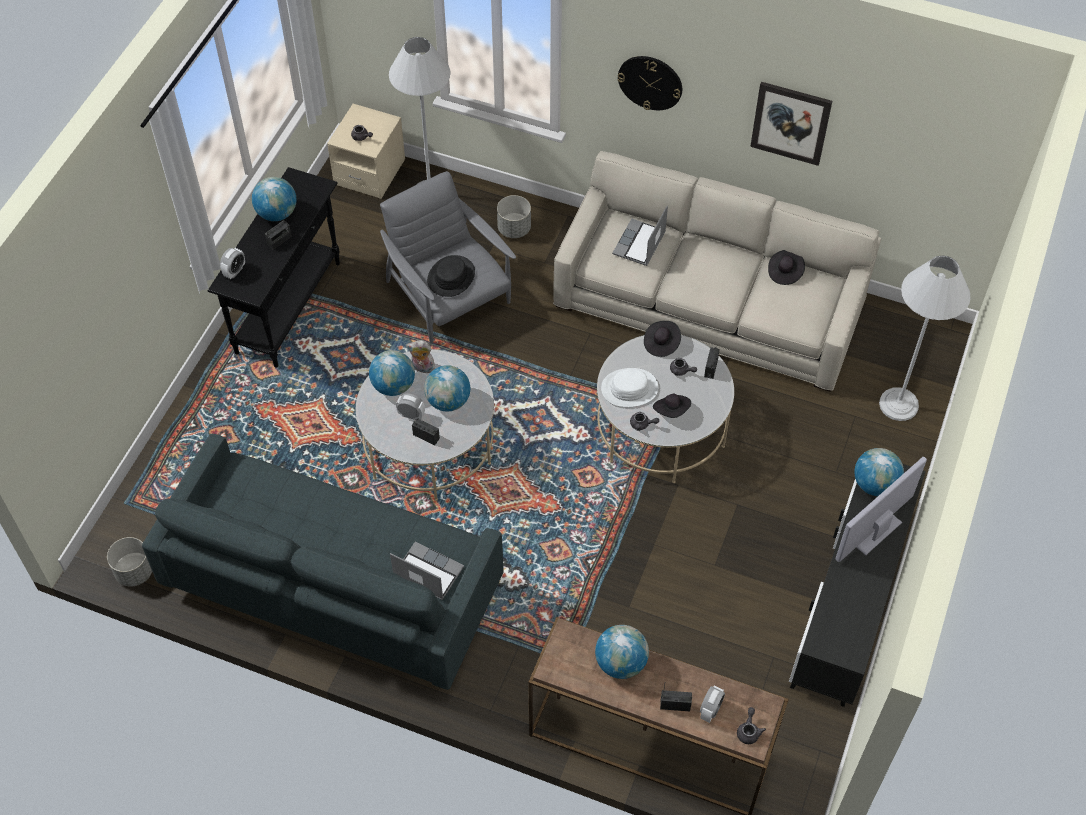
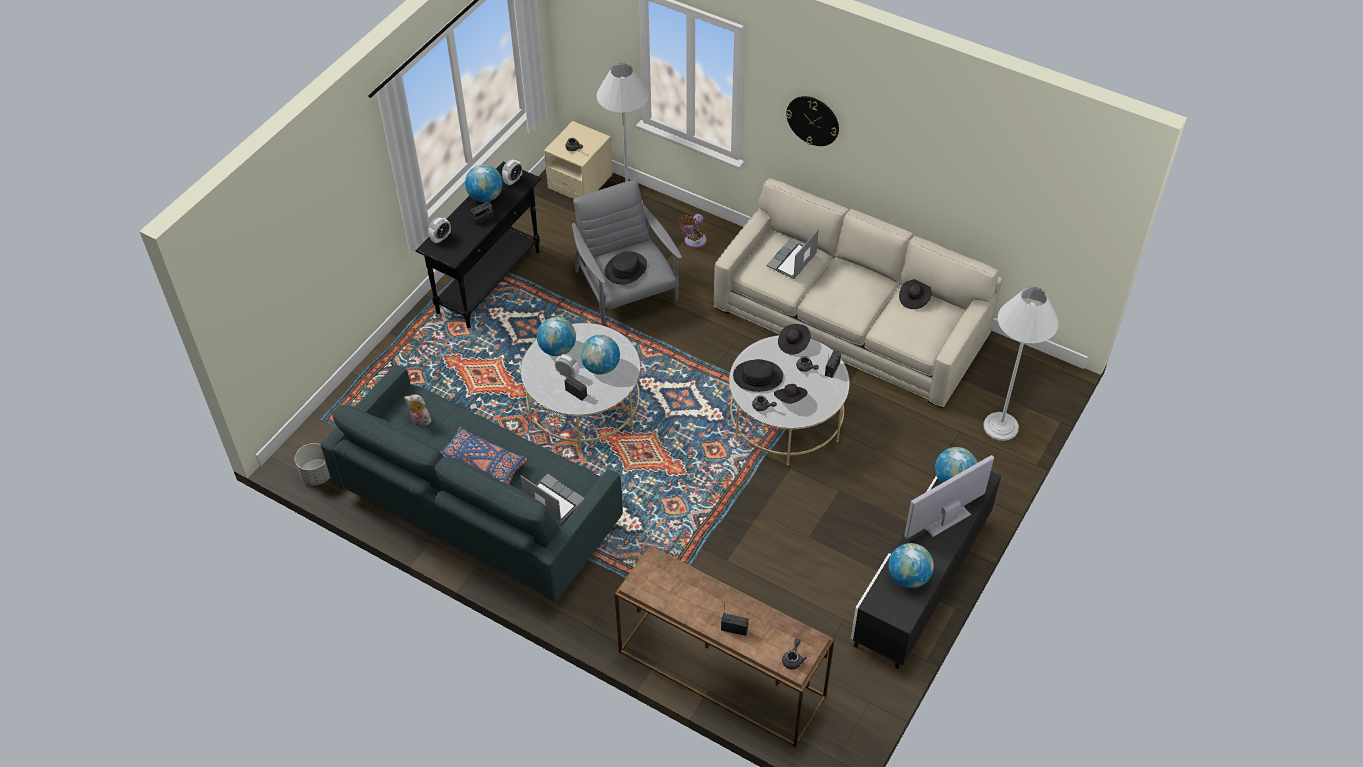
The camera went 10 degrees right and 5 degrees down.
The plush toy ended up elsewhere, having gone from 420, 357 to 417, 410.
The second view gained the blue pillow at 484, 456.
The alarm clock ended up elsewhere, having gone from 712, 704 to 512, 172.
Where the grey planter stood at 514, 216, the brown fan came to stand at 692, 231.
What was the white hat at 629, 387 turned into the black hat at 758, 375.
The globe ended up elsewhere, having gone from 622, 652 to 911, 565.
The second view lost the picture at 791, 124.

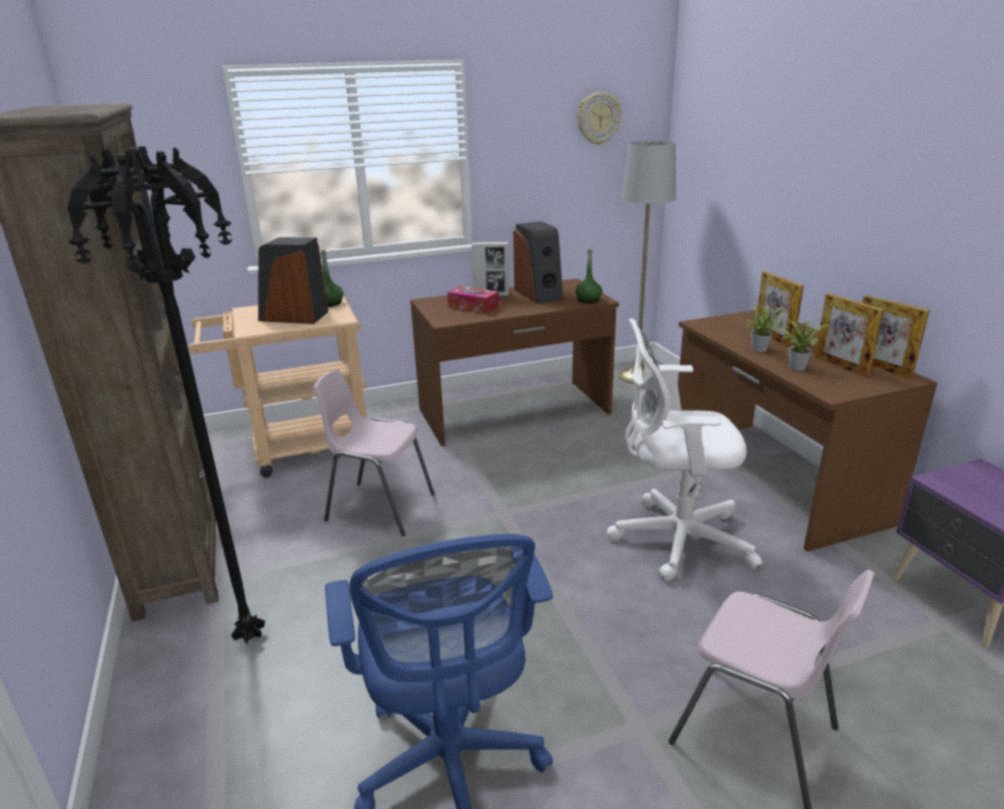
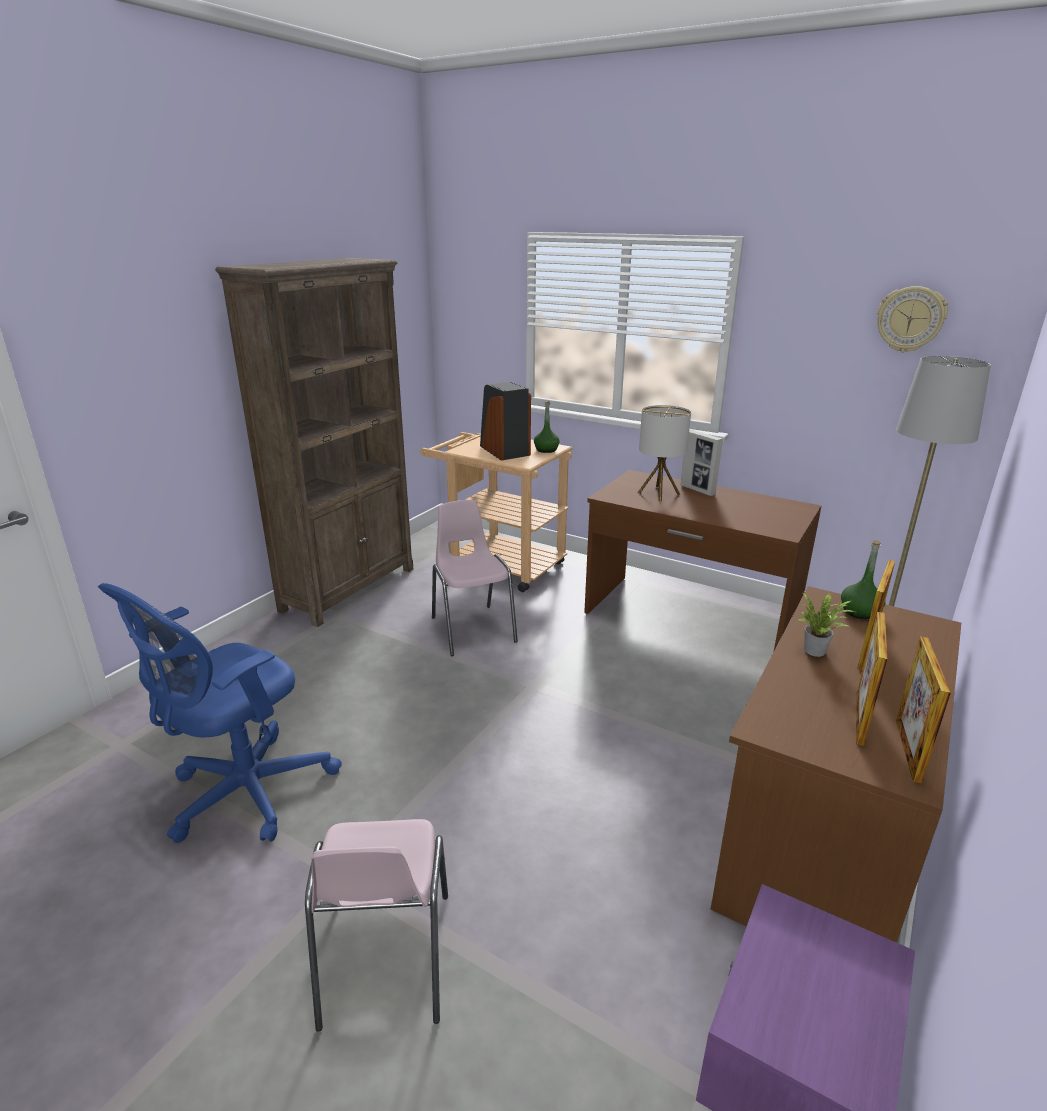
The camera went 50 degrees right and 0 degrees up.
Where the tissue box stood at 473, 299, the table lamp came to stand at 664, 453.
The green bottle ended up elsewhere, having gone from 588, 276 to 863, 579.
The second view lost the black floor lamp at 166, 395.
The second view lost the speaker at 538, 262.
The second view lost the white office chair at 684, 449.
The second view lost the potted plant at 804, 344.

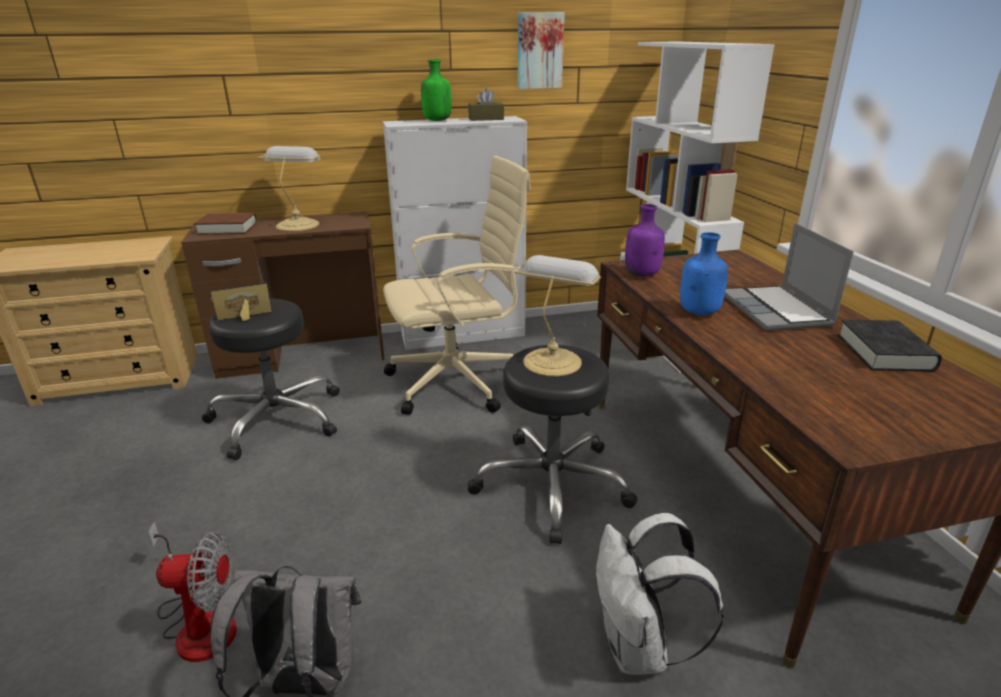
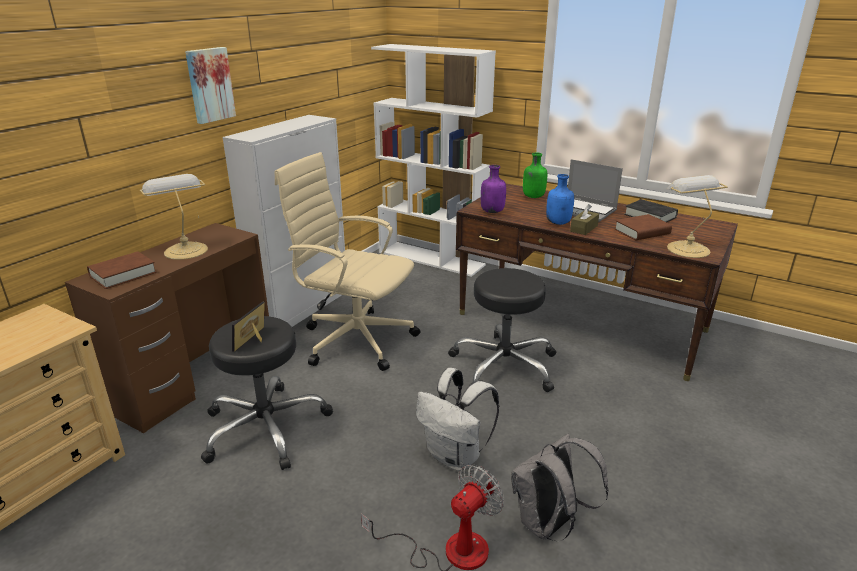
The camera went 45 degrees left and 0 degrees up.
The picture ended up elsewhere, having gone from 541, 50 to 210, 85.
The beige office chair at 457, 285 ended up facing another way, 90 degrees counterclockwise from before.
The white backpack ended up elsewhere, having gone from 660, 594 to 458, 419.
The green bottle ended up elsewhere, having gone from 436, 90 to 535, 175.
The brown tissue box ended up elsewhere, having gone from 486, 104 to 584, 219.
The second view gained the brown book at 643, 227.
The table lamp ended up elsewhere, having gone from 557, 315 to 697, 216.

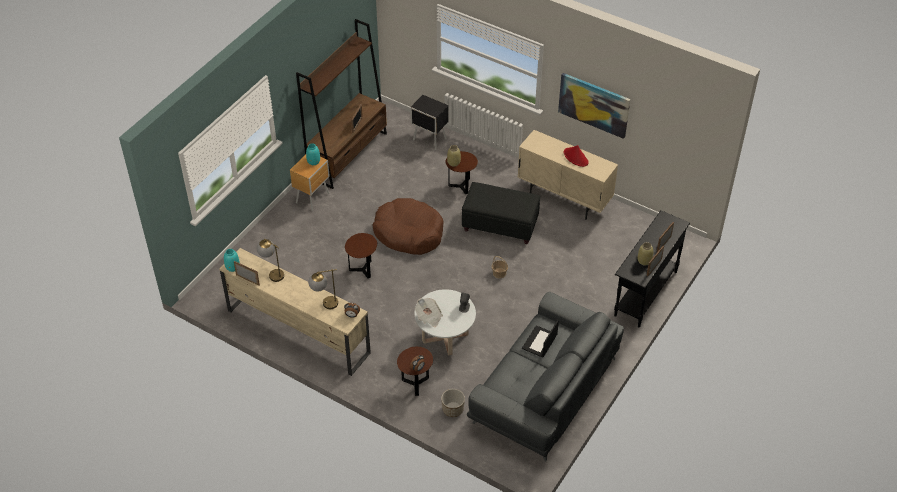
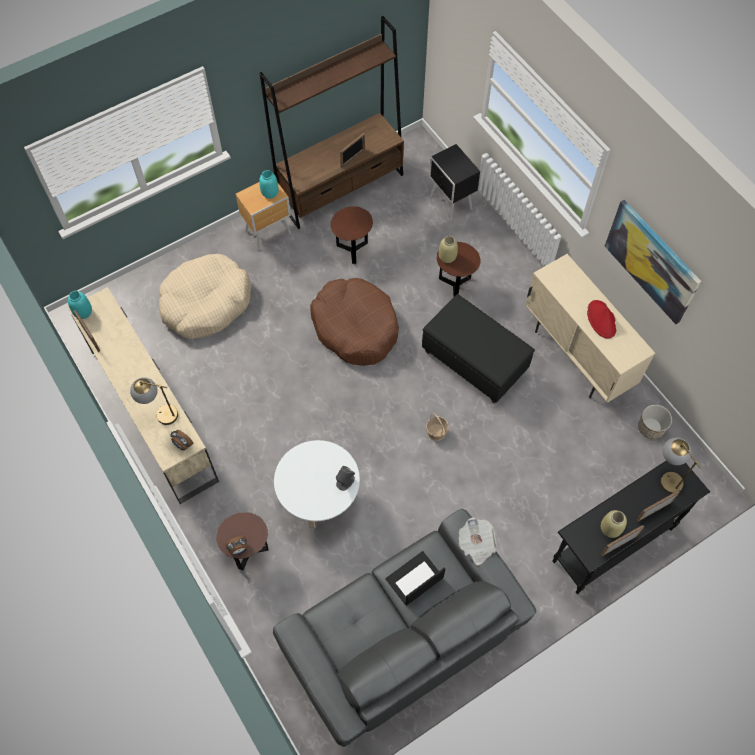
The camera went 25 degrees right and 15 degrees up.
The second view gained the beige dog bed at 205, 296.
The brown side table ended up elsewhere, having gone from 361, 256 to 351, 235.
The newspaper ended up elsewhere, having gone from 429, 312 to 478, 541.
The planter ended up elsewhere, having gone from 453, 403 to 655, 421.
The table lamp ended up elsewhere, having gone from 270, 260 to 680, 466.

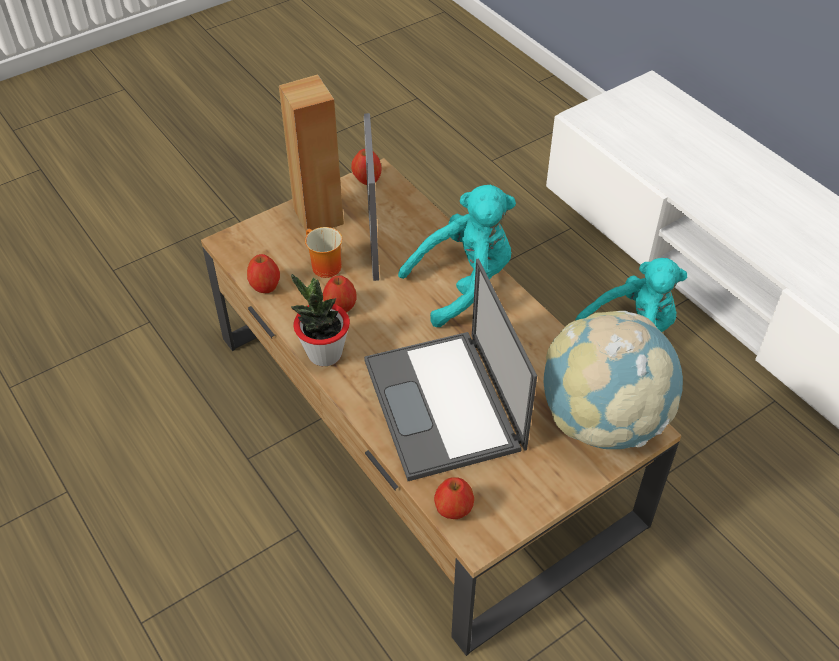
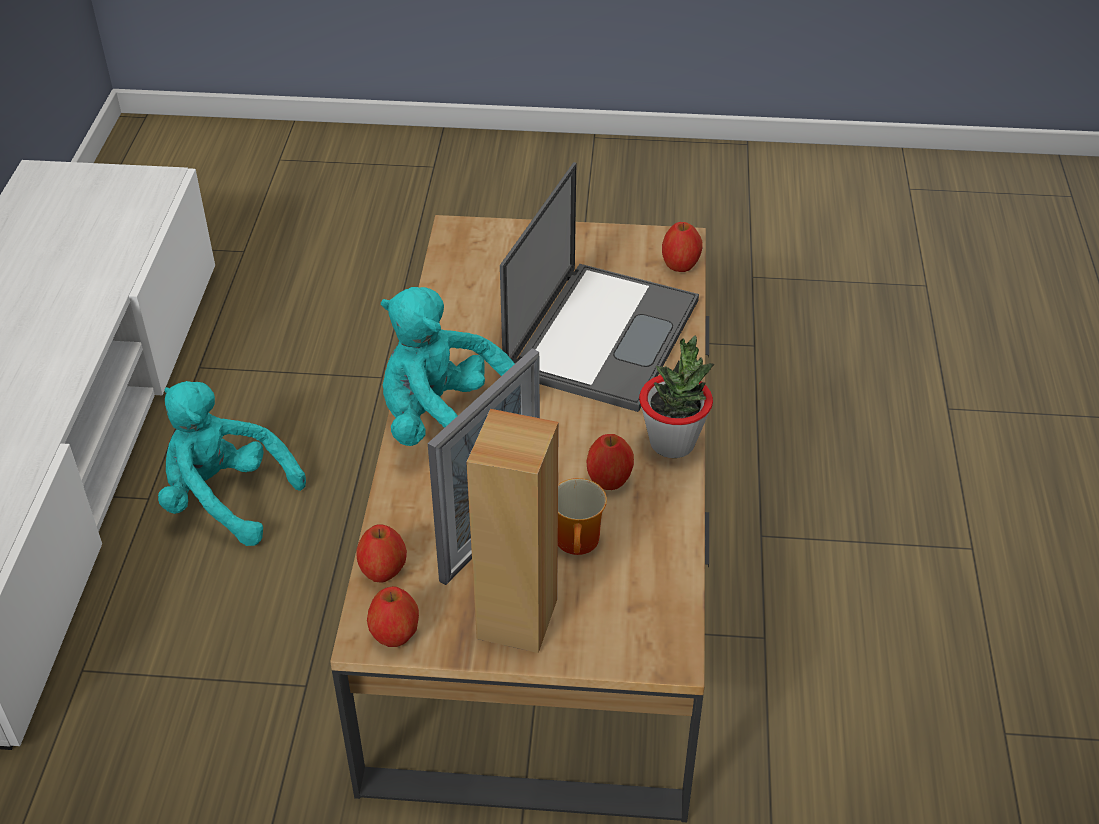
The camera went 140 degrees left and 5 degrees down.
The apple ended up elsewhere, having gone from 263, 273 to 382, 553.
The second view lost the globe at 613, 380.

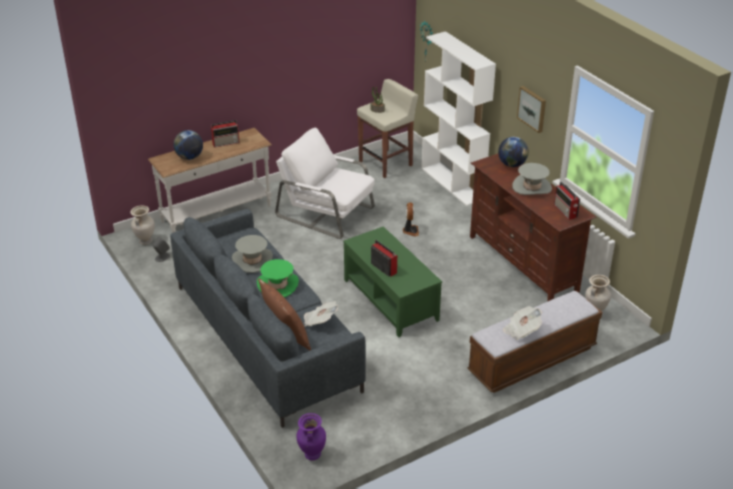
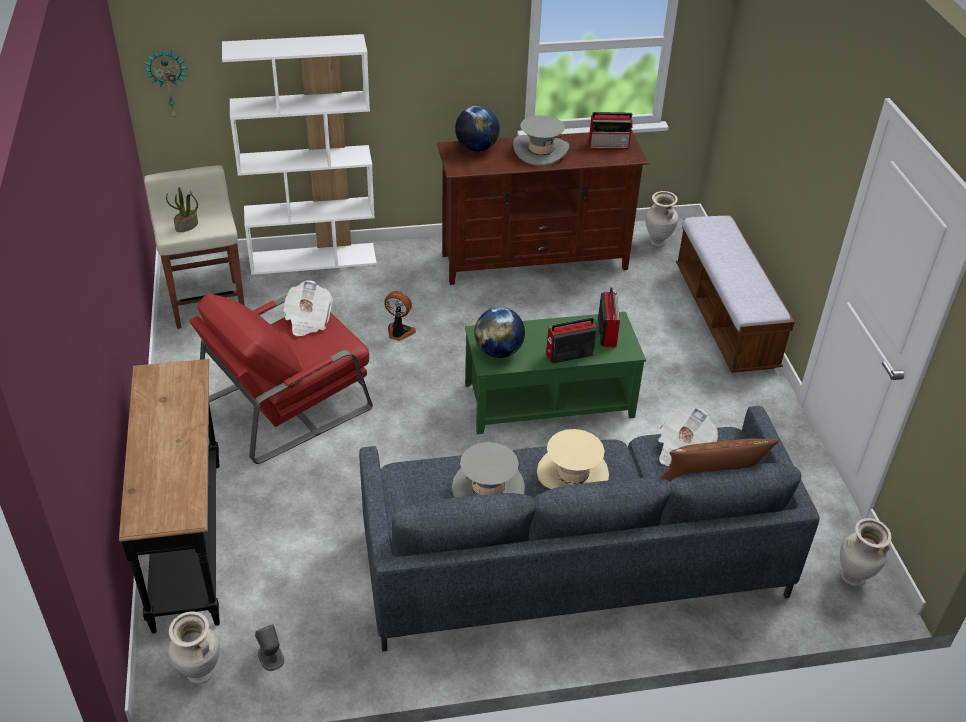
The camera went 70 degrees left and 5 degrees up.
What was the white console table at 210, 180 turned into the black console table at 169, 496.
What was the white armchair at 325, 183 turned into the red armchair at 281, 379.
The newspaper ended up elsewhere, having gone from 522, 323 to 307, 308.
The globe ended up elsewhere, having gone from 188, 145 to 499, 332.
What was the green hat at 278, 278 turned into the beige hat at 573, 459.
The radio ended up elsewhere, having gone from 225, 134 to 609, 317.
What was the purple vase at 311, 437 turned into the beige vase at 866, 552.
The second view lost the picture at 531, 109.

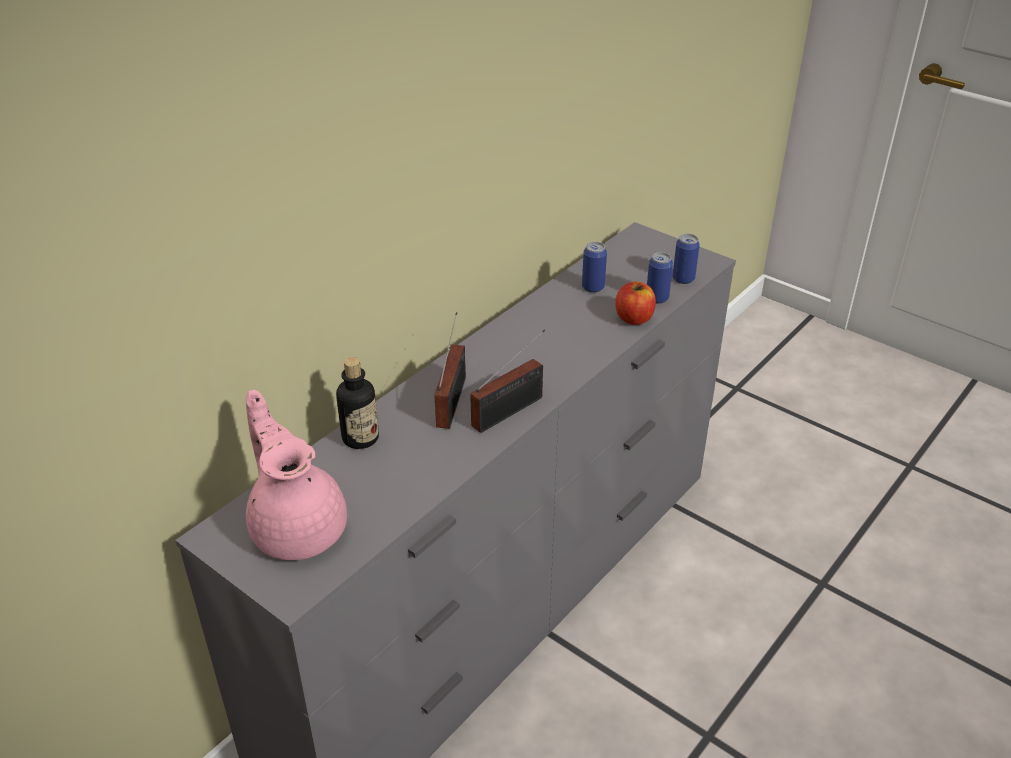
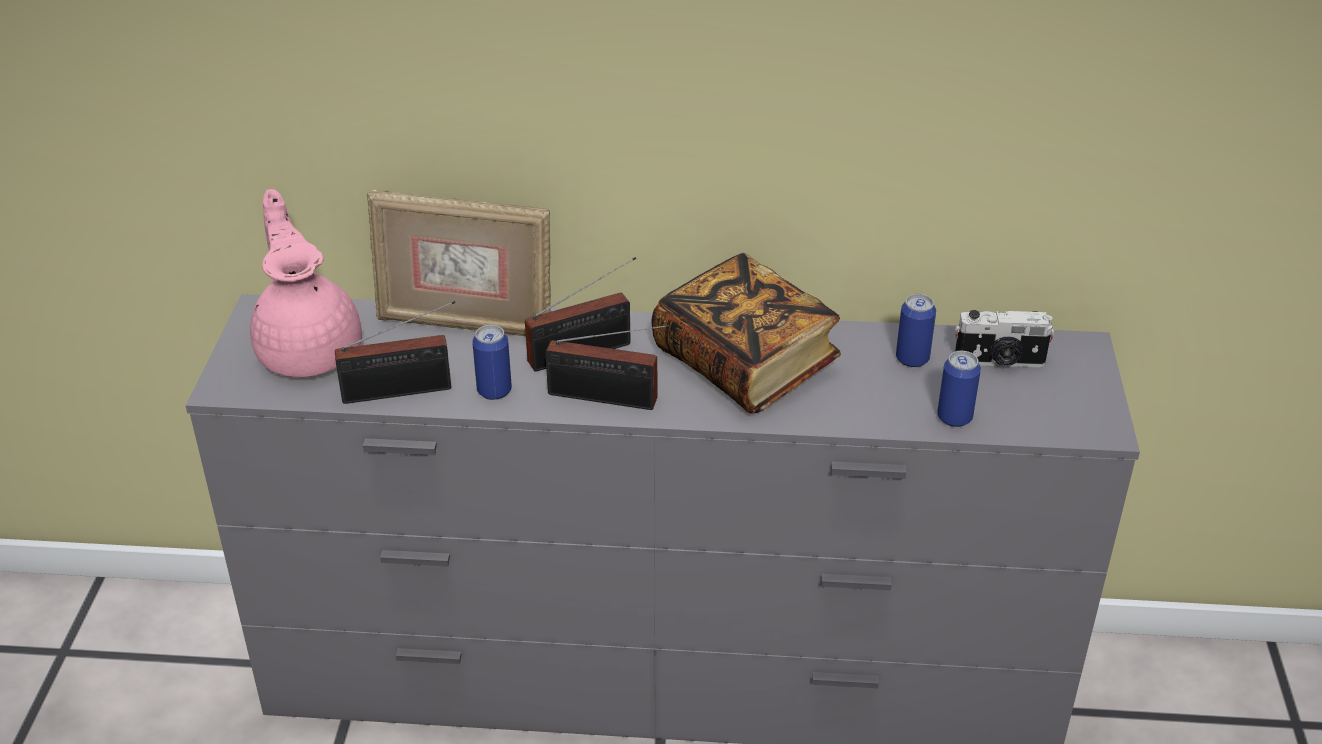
The camera went 55 degrees right and 0 degrees up.
The pink teapot at 296, 475 ended up facing another way, 45 degrees counterclockwise from before.
The second view gained the radio at 395, 352.
Where the bottle stood at 357, 403, the picture frame came to stand at 459, 263.
The can ended up elsewhere, having gone from 686, 259 to 492, 362.
The second view gained the book at 746, 333.
The second view gained the photo camera at 1005, 338.
The second view lost the apple at 635, 303.

